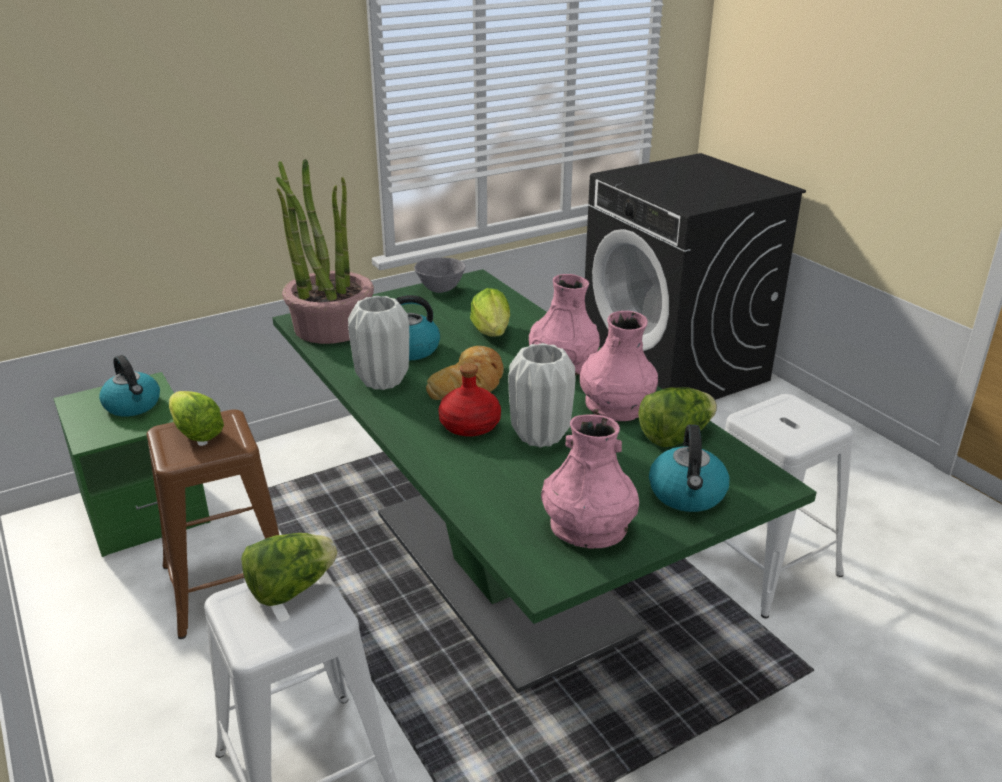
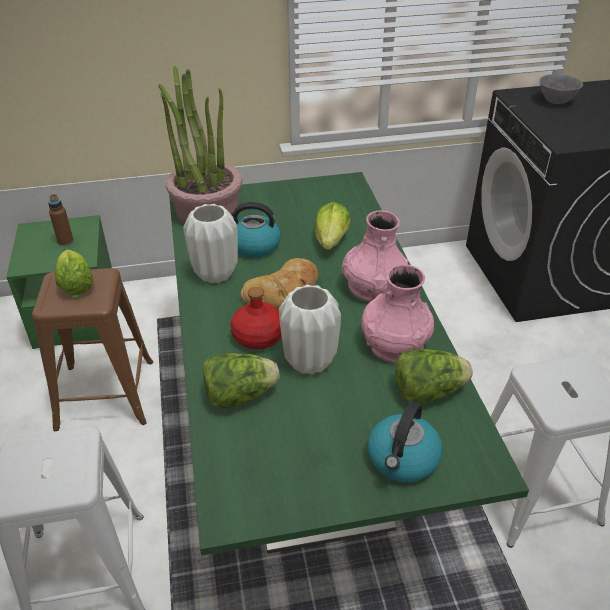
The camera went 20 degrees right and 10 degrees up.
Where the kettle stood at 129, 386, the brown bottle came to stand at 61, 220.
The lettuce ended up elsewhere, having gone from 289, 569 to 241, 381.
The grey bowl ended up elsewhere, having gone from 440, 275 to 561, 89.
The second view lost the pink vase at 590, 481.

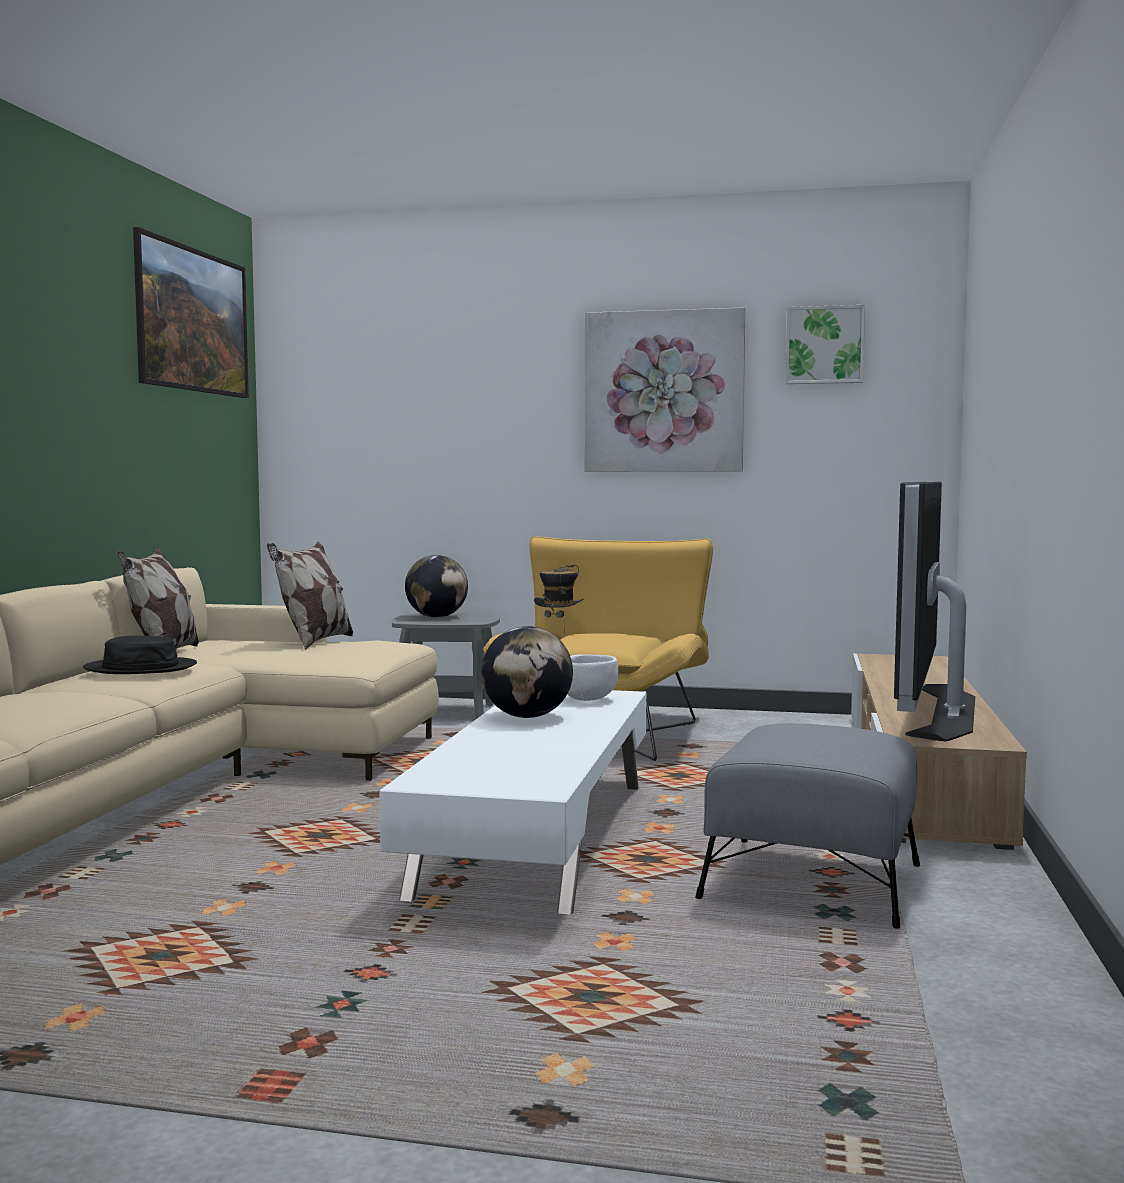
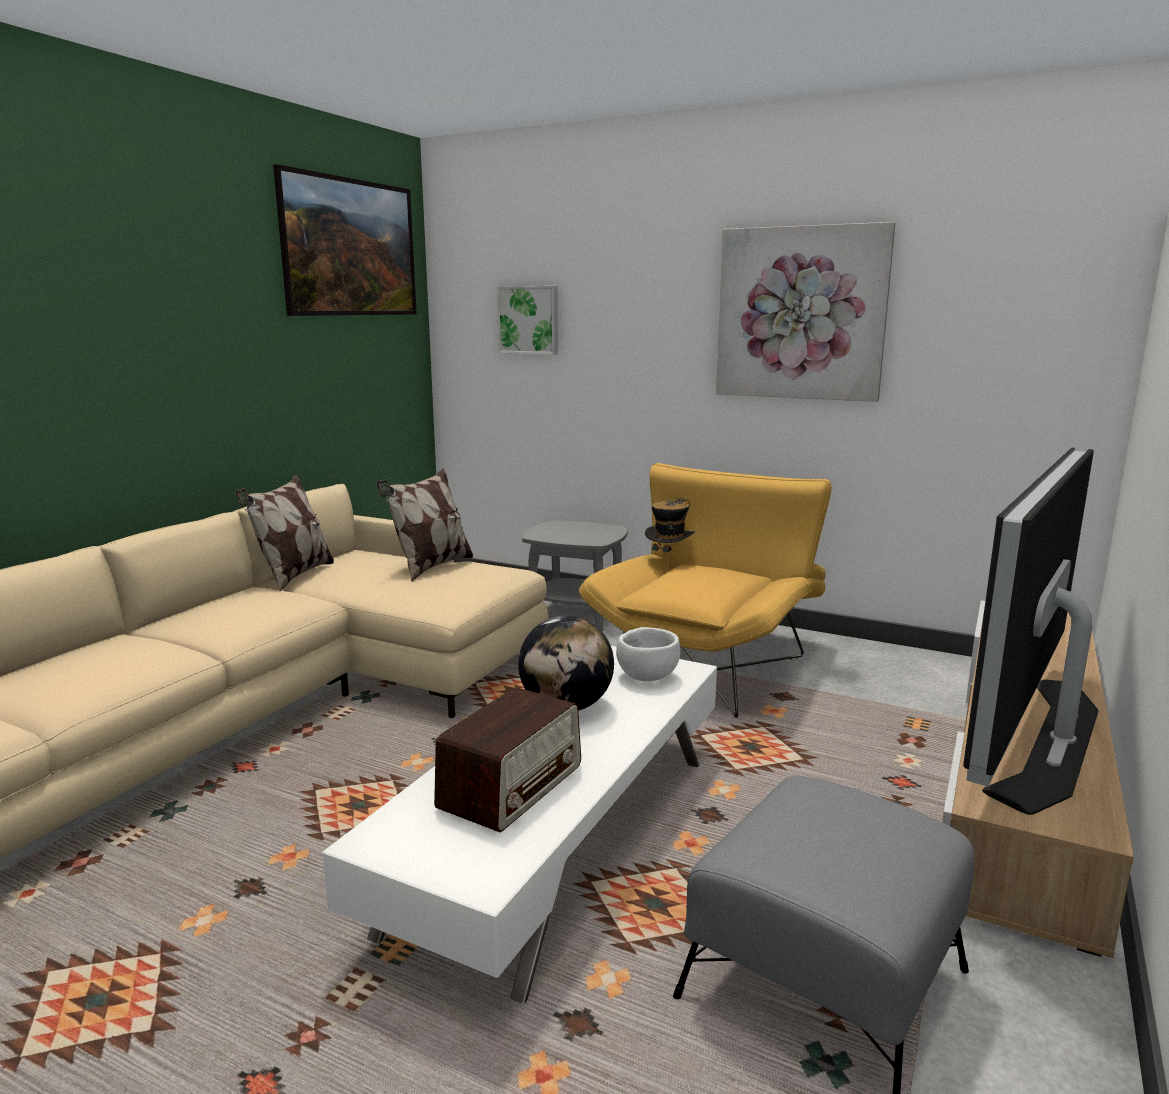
The camera went 15 degrees right and 10 degrees up.
The second view gained the radio at 507, 759.
The picture ended up elsewhere, having gone from 825, 344 to 527, 320.
The second view lost the black hat at 140, 655.
The second view lost the globe at 436, 586.

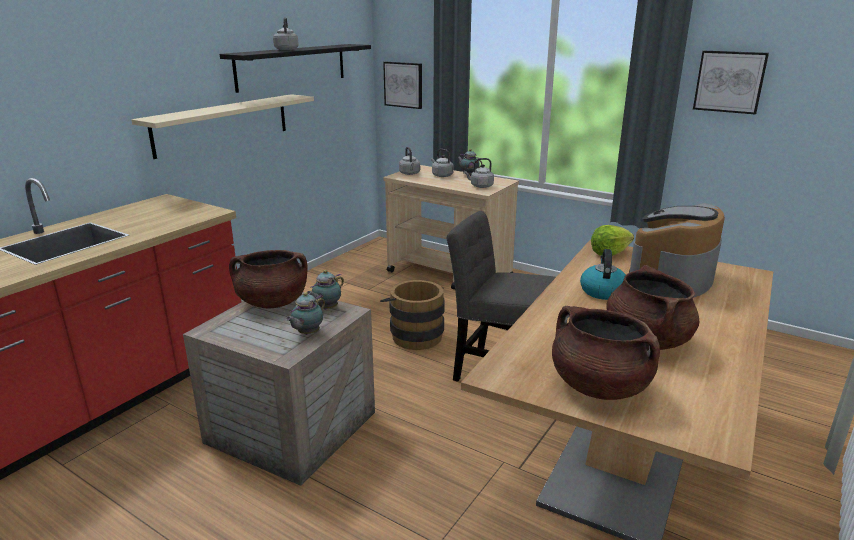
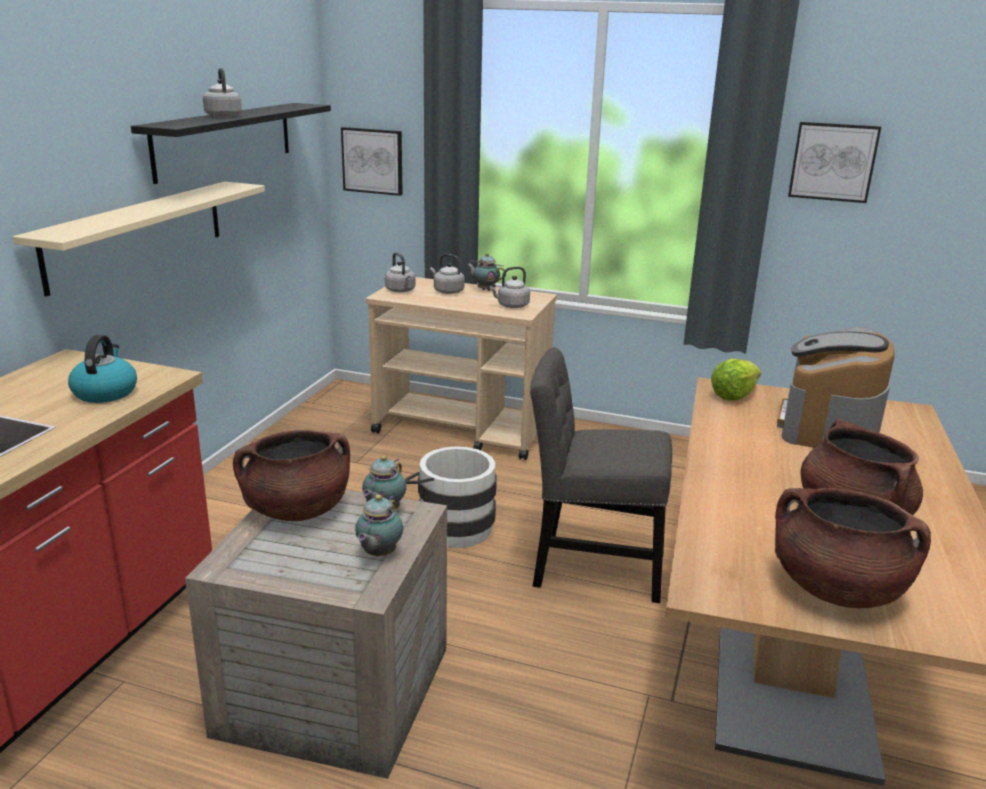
The camera went 15 degrees left and 0 degrees up.
The kettle ended up elsewhere, having gone from 603, 274 to 102, 369.
What was the brown bucket at 412, 315 turned into the white bucket at 451, 497.

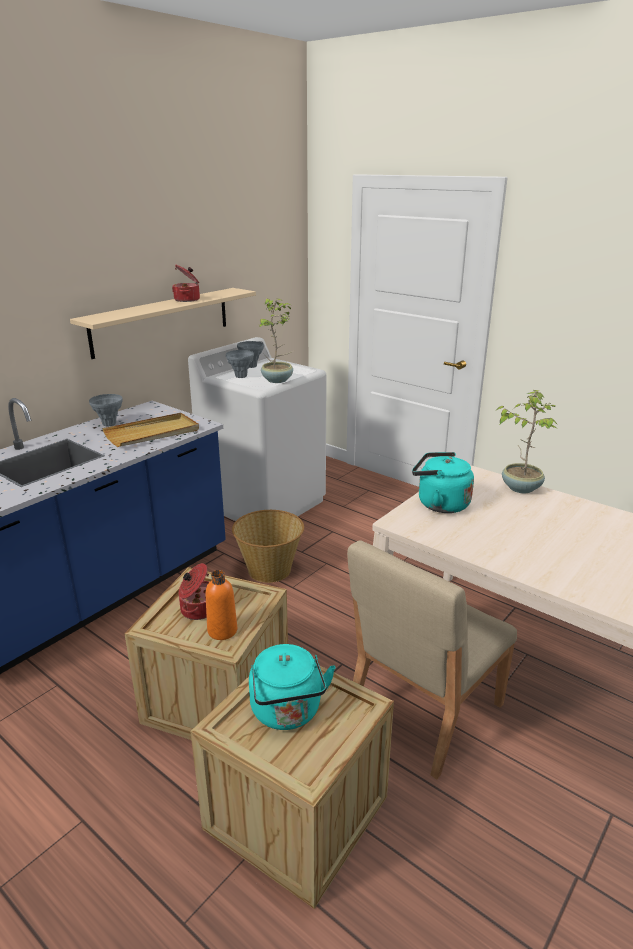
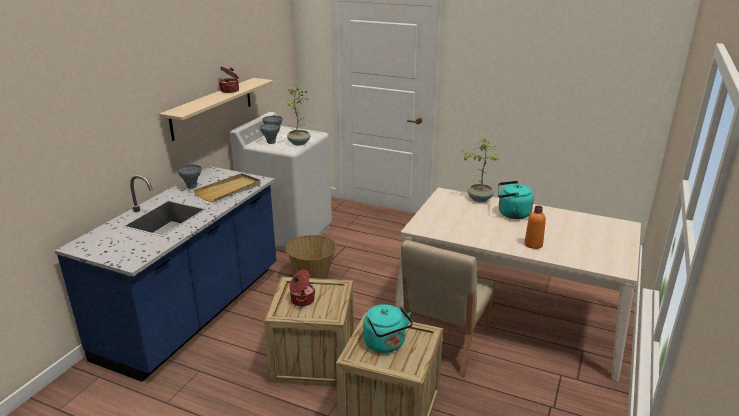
The camera went 15 degrees left and 0 degrees up.
The turquoise kettle ended up elsewhere, having gone from 443, 482 to 516, 200.
The orange bottle ended up elsewhere, having gone from 221, 605 to 535, 227.

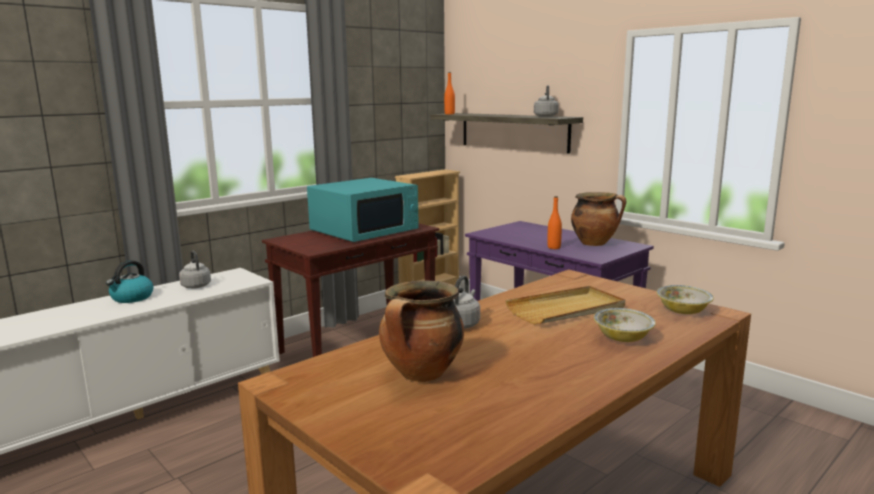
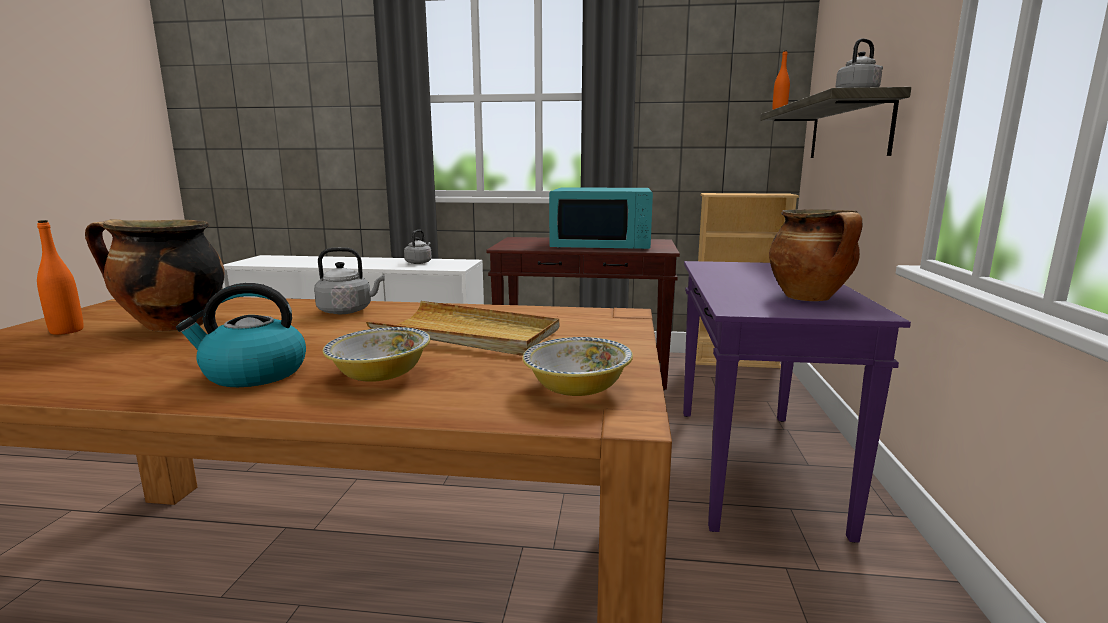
The camera went 50 degrees right and 0 degrees up.
The orange bottle ended up elsewhere, having gone from 554, 222 to 60, 277.
The kettle ended up elsewhere, having gone from 129, 281 to 241, 335.

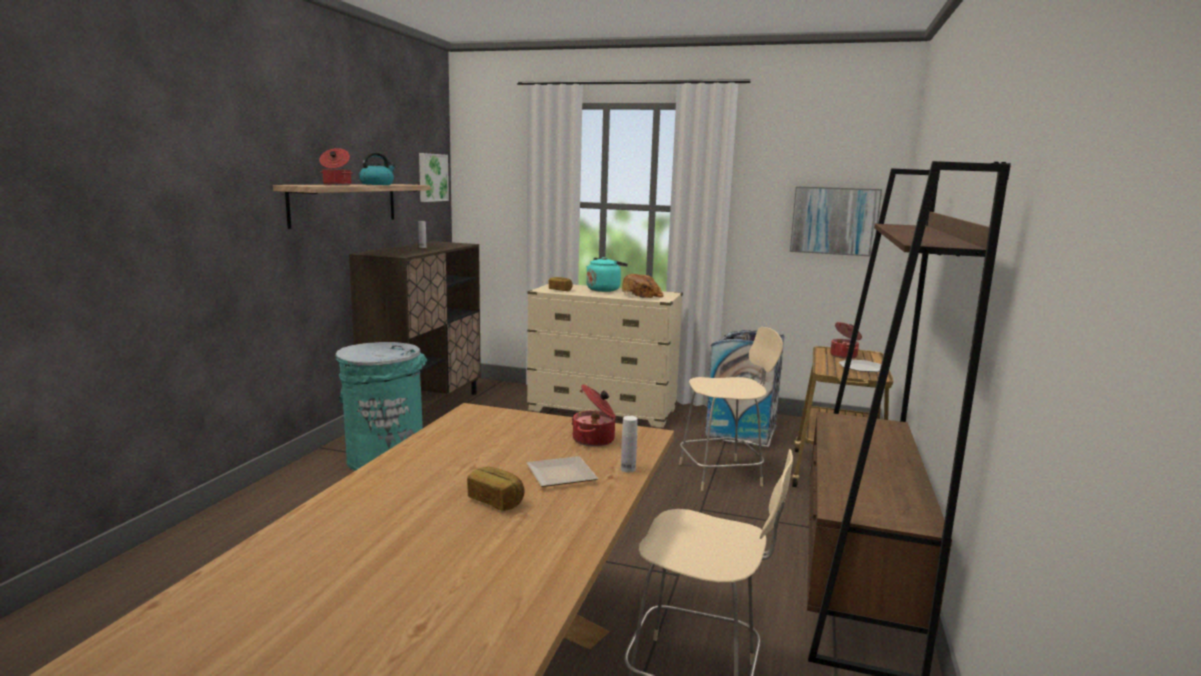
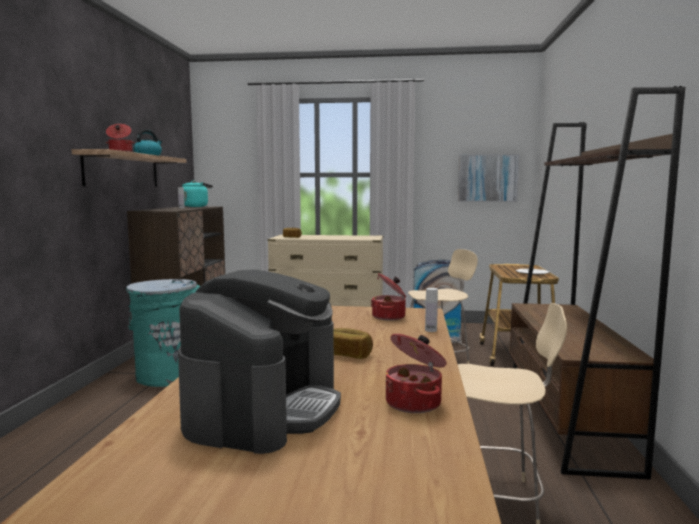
The camera went 10 degrees left and 5 degrees down.
The second view gained the coffee machine at 259, 362.
The turquoise kettle ended up elsewhere, having gone from 607, 274 to 197, 194.
The cooking pot ended up elsewhere, having gone from 846, 340 to 416, 373.
The second view lost the picture at 434, 177.
The second view lost the plate at 562, 471.
The second view lost the bread at 643, 286.

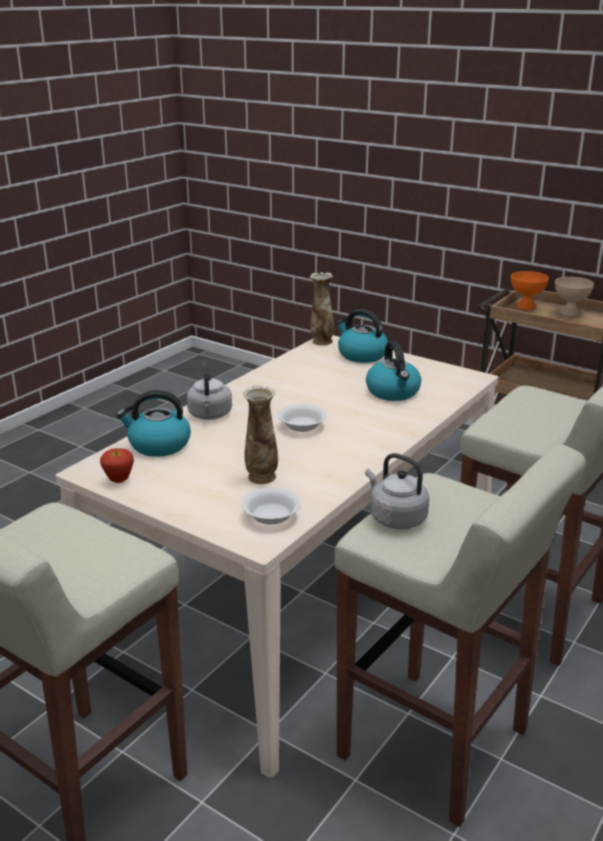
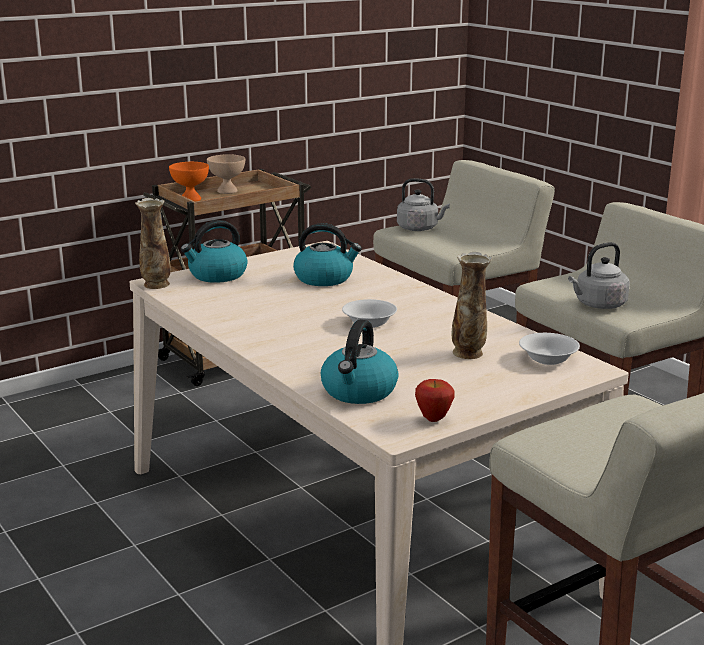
The camera went 70 degrees left and 5 degrees down.
The grey kettle ended up elsewhere, having gone from 209, 390 to 423, 204.

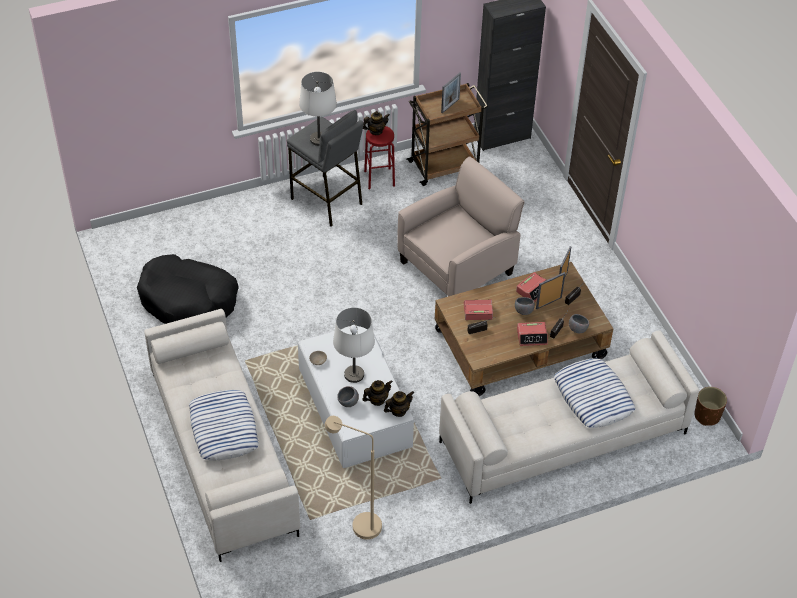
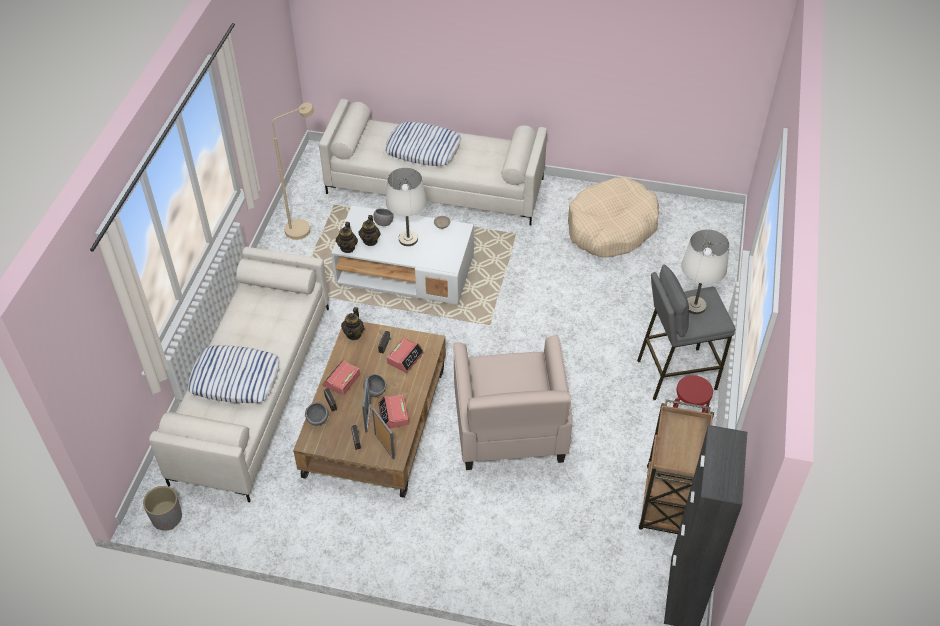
The camera went 125 degrees right and 0 degrees up.
What was the brown planter at 710, 406 turned into the grey planter at 162, 508.
The teapot ended up elsewhere, having gone from 376, 123 to 353, 323.
What was the black dog bed at 188, 289 turned into the beige dog bed at 613, 217.
The second view lost the picture frame at 451, 93.

